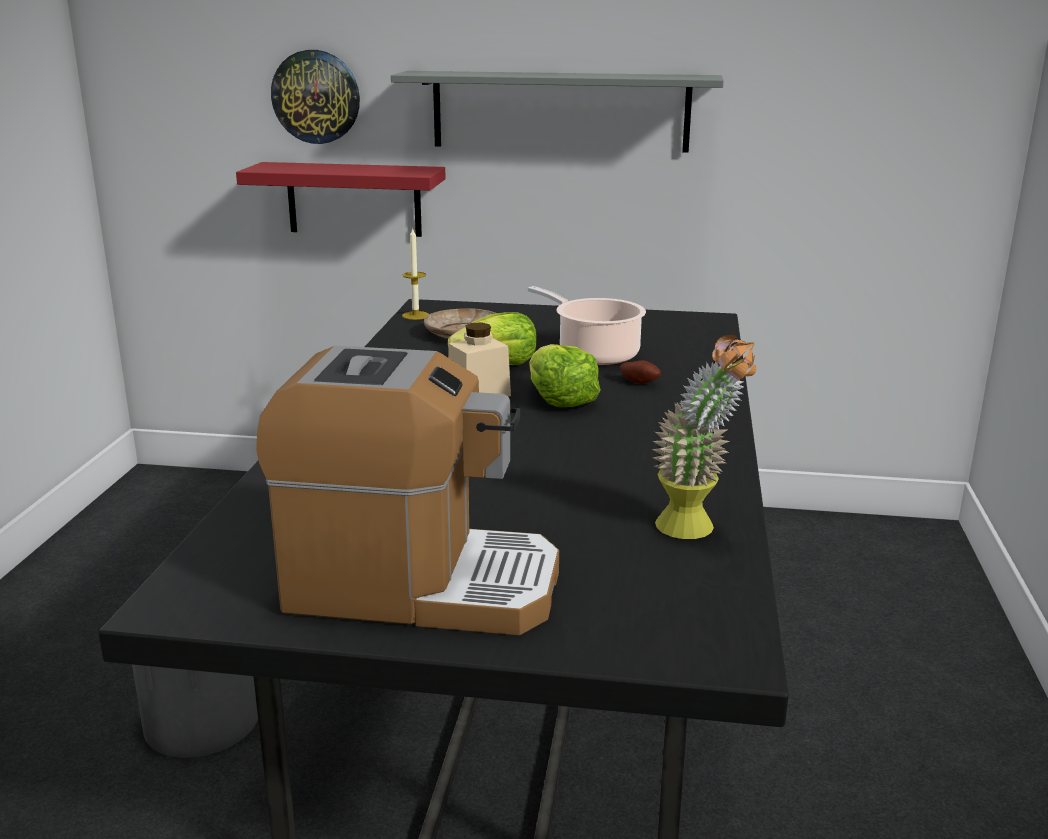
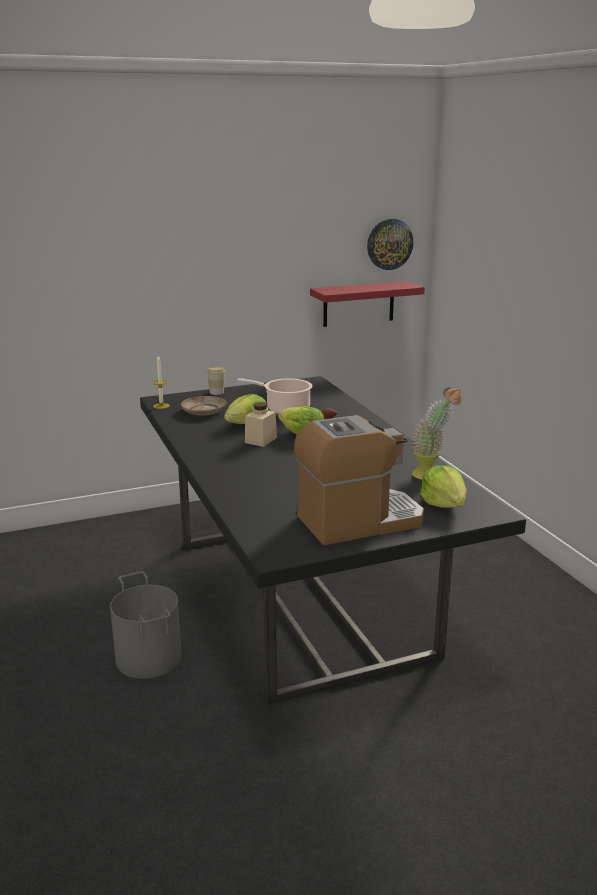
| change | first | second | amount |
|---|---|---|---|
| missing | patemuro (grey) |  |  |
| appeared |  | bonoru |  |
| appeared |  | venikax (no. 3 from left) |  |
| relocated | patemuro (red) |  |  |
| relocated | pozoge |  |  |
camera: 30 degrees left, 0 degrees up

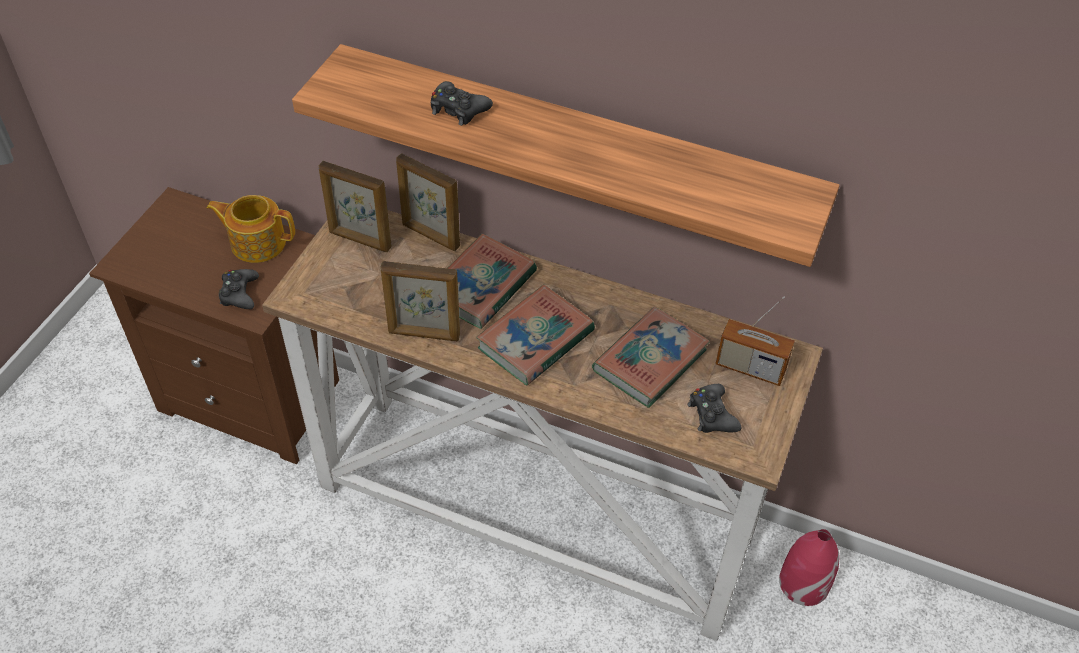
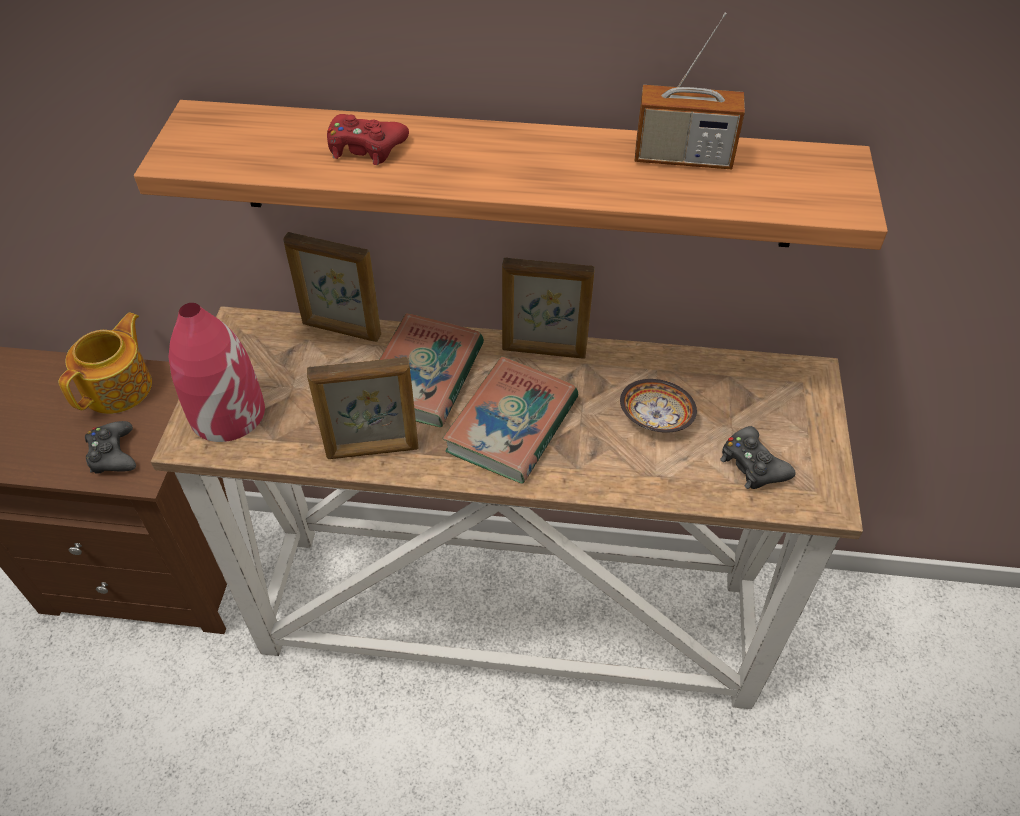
| change | first | second | amount |
|---|---|---|---|
| relocated | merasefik (no. 1 from left in the first image) | merasefik (no. 3 from left) |  |
| relocated | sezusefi |  |  |
| relocated | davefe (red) |  |  |
| exchanged | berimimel (no. 3 from left) | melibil |  |
| colour | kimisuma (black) (no. 2 from left) | kimisuma (red) |  |
| spun | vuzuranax |  | 120 degrees clockwise |
camera: 15 degrees left, 0 degrees up

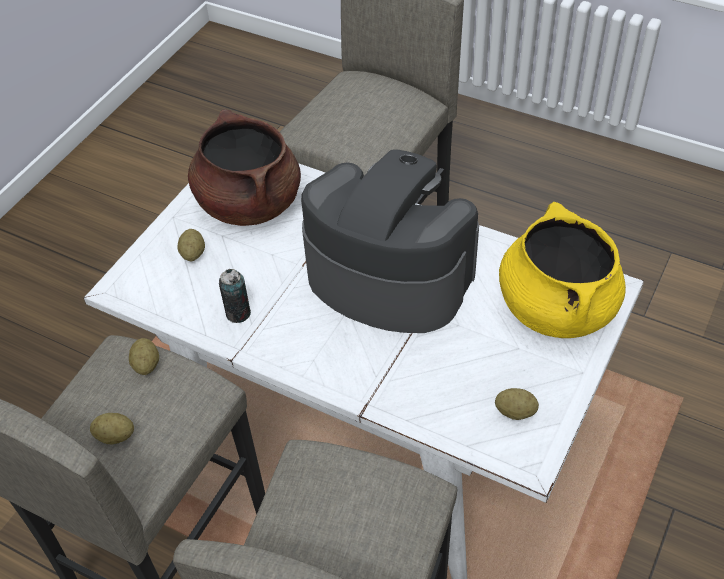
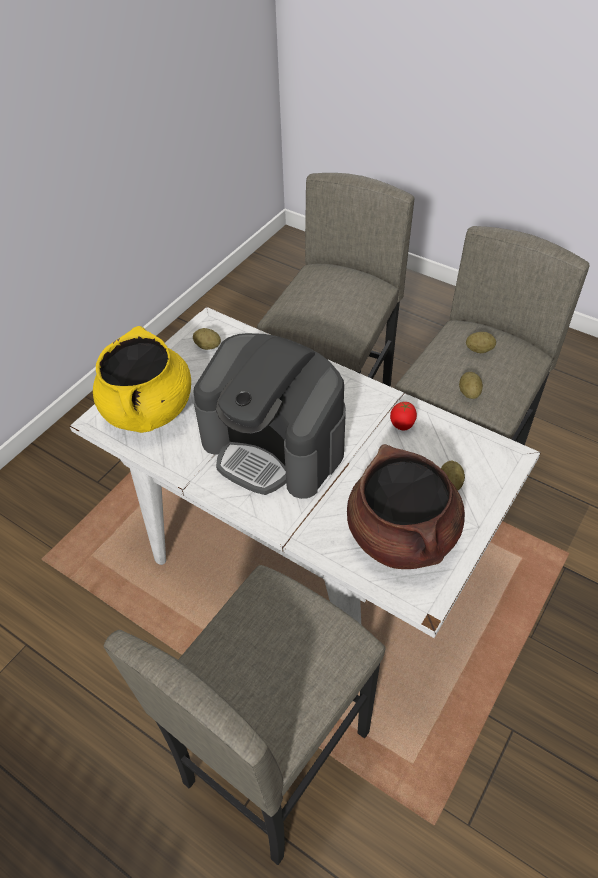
| change | first | second | amount |
|---|---|---|---|
| exchanged | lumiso | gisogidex |  |
camera: 175 degrees left, 0 degrees up

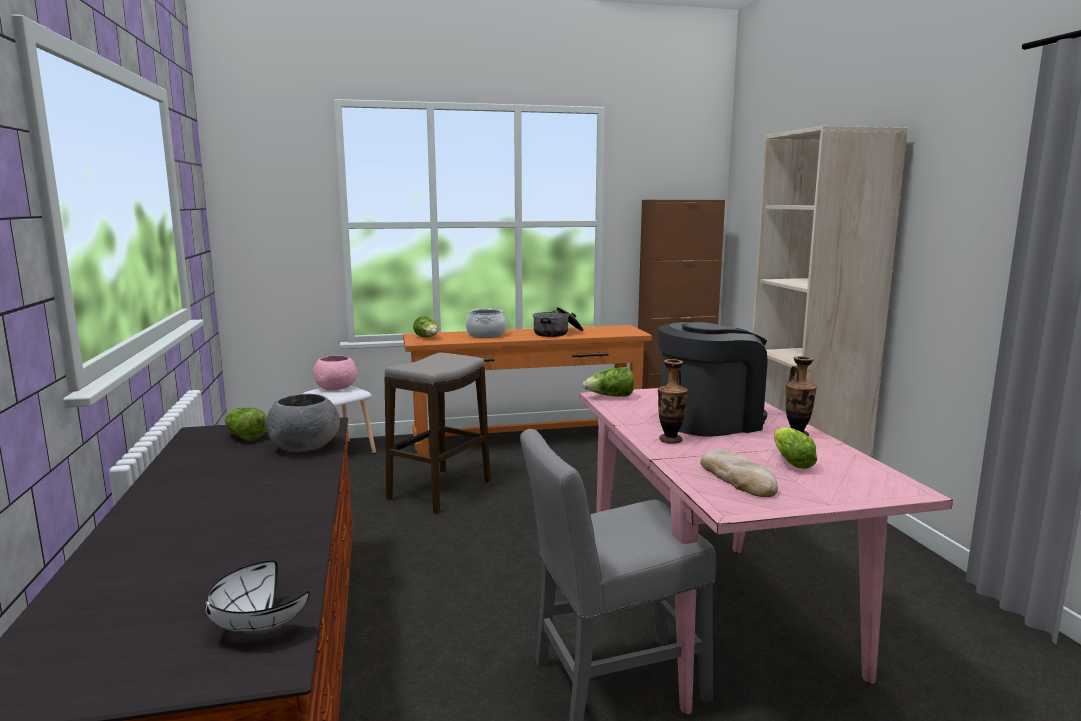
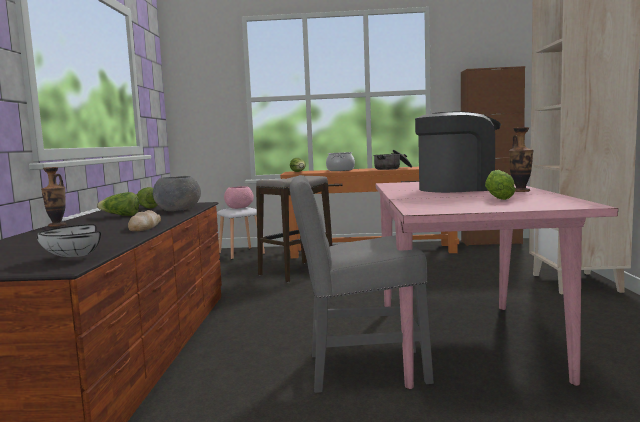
| change | first | second | amount |
|---|---|---|---|
| relocated | venikax (no. 3 from left in the first image) | venikax (no. 1 from left) |  |
| relocated | davefe (no. 1 from left) |  |  |
| relocated | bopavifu |  |  |
camera: 15 degrees right, 5 degrees down

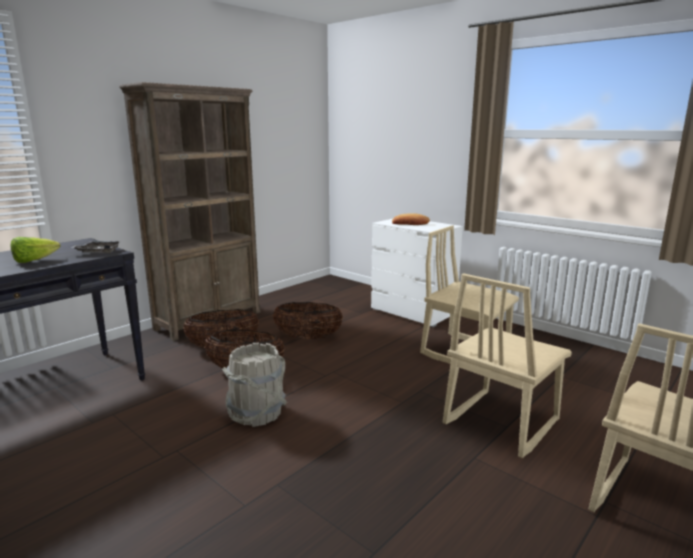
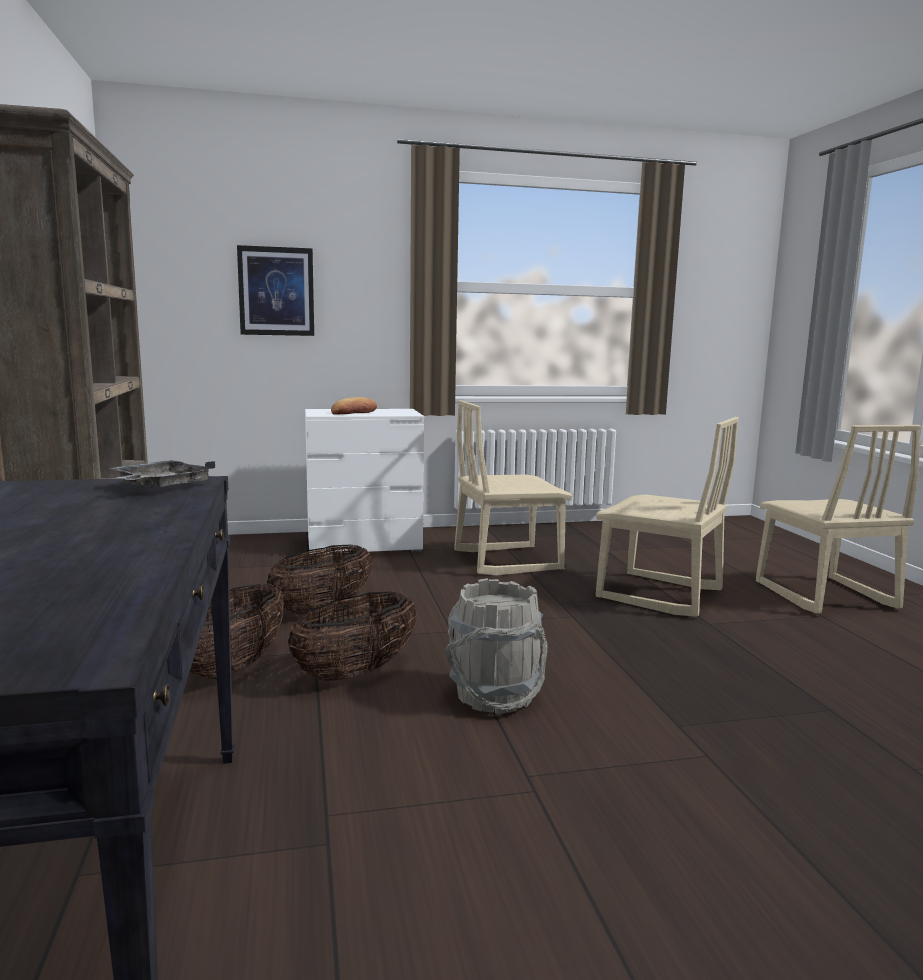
| change | first | second | amount |
|---|---|---|---|
| missing | venikax |  |  |
| appeared |  | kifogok |  |
| spun | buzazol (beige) (no. 2 from left) |  | 45 degrees counterclockwise |
camera: 55 degrees left, 5 degrees down

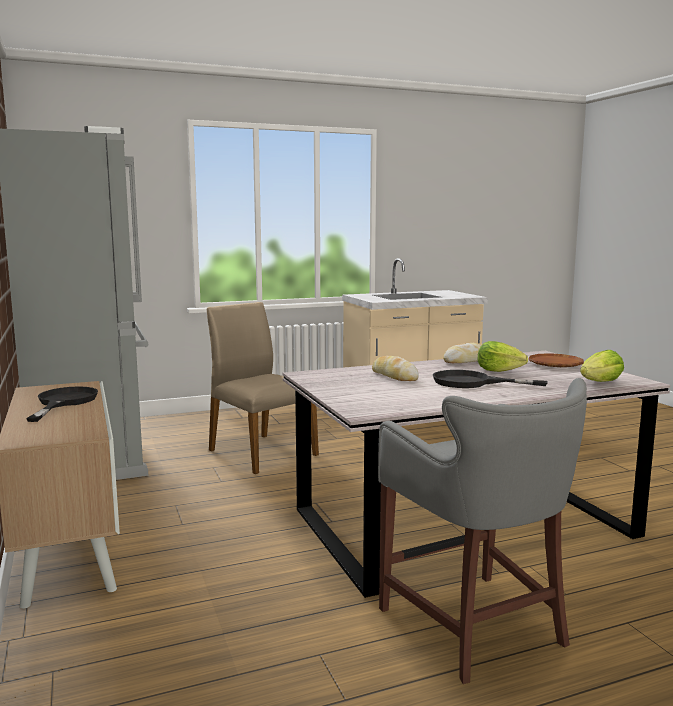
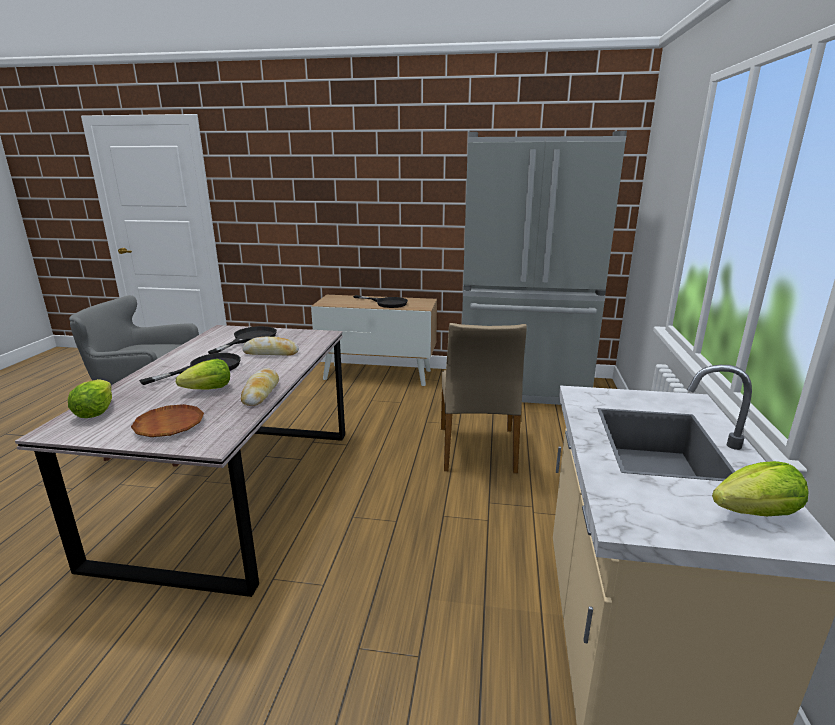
| change | first | second | amount |
|---|---|---|---|
| appeared |  | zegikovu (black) (no. 2 from left) |  |
| appeared |  | venikax (no. 3 from left) |  |
| spun | buzazol (beige) |  | 105 degrees clockwise |
camera: 120 degrees right, 10 degrees up

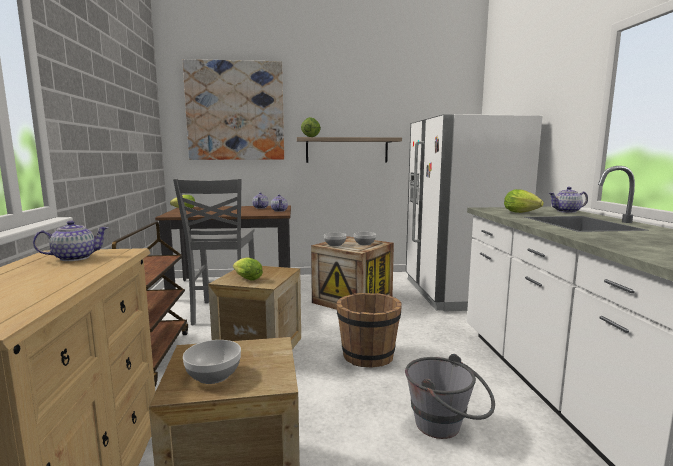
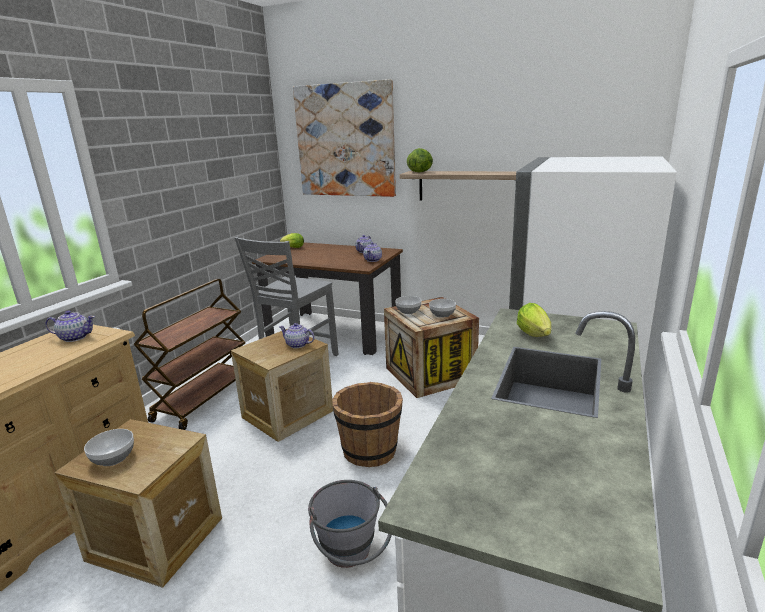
| change | first | second | amount |
|---|---|---|---|
| missing | venikax (no. 2 from left) |  |  |
| relocated | vuzuranax (no. 4 from left in the first image) | vuzuranax (no. 2 from left) |  |
camera: 30 degrees right, 10 degrees up

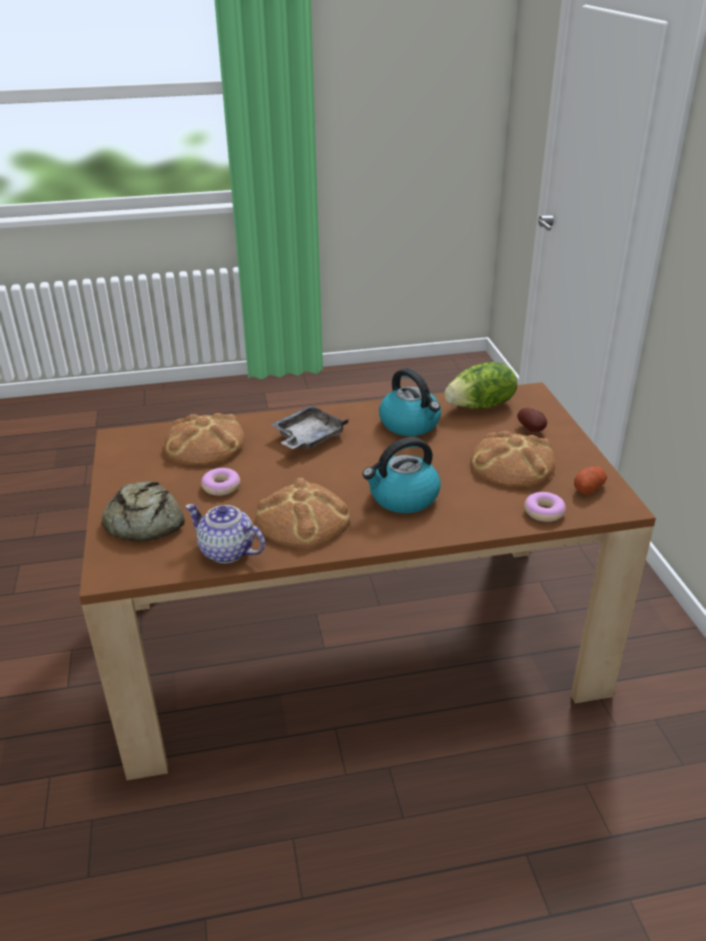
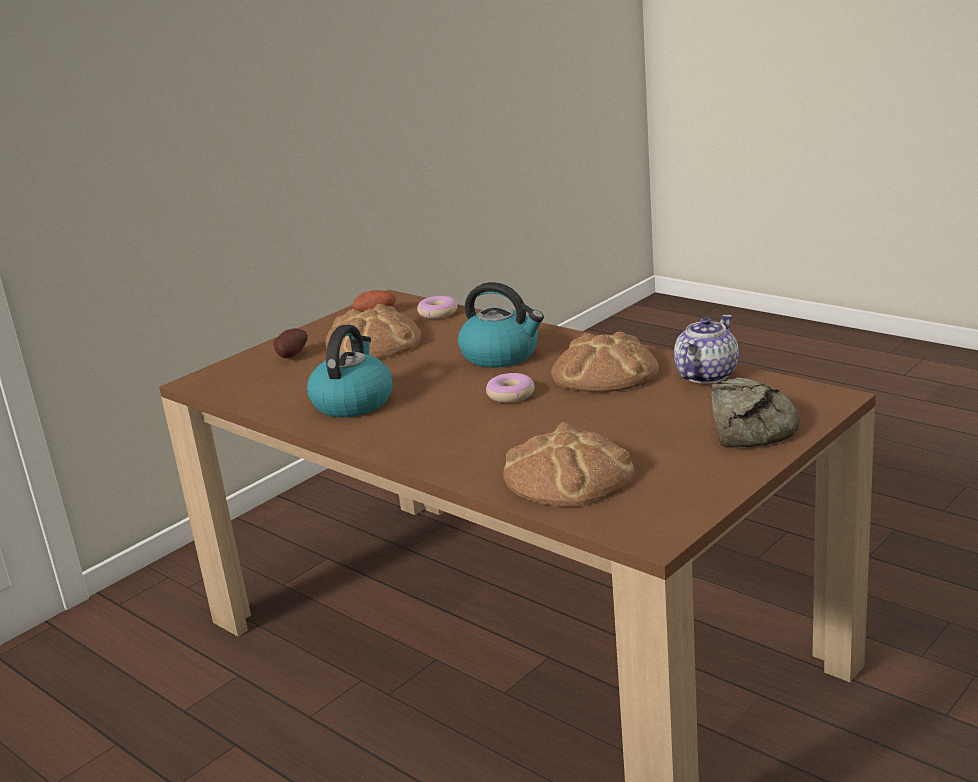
| change | first | second | amount |
|---|---|---|---|
| missing | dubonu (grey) |  |  |
| missing | venikax |  |  |
| relocated | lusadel (no. 1 from left in the first image) | lusadel (no. 2 from left) |  |
| spun | vuzuranax |  | 135 degrees counterclockwise |
camera: 125 degrees left, 10 degrees down

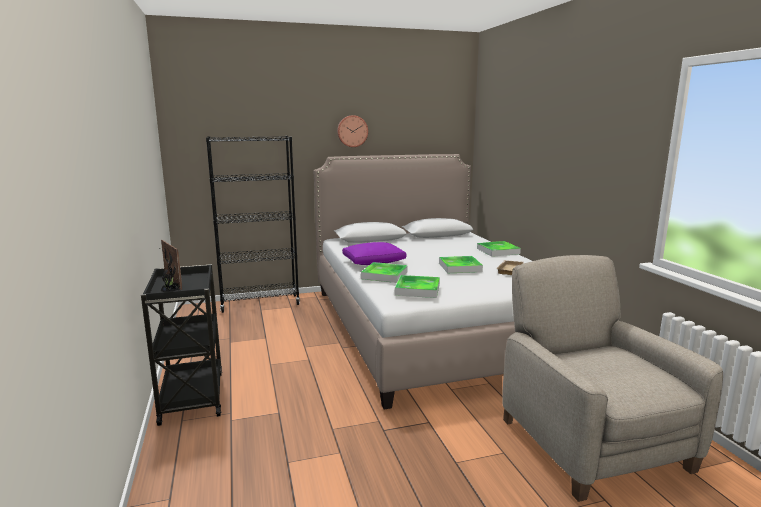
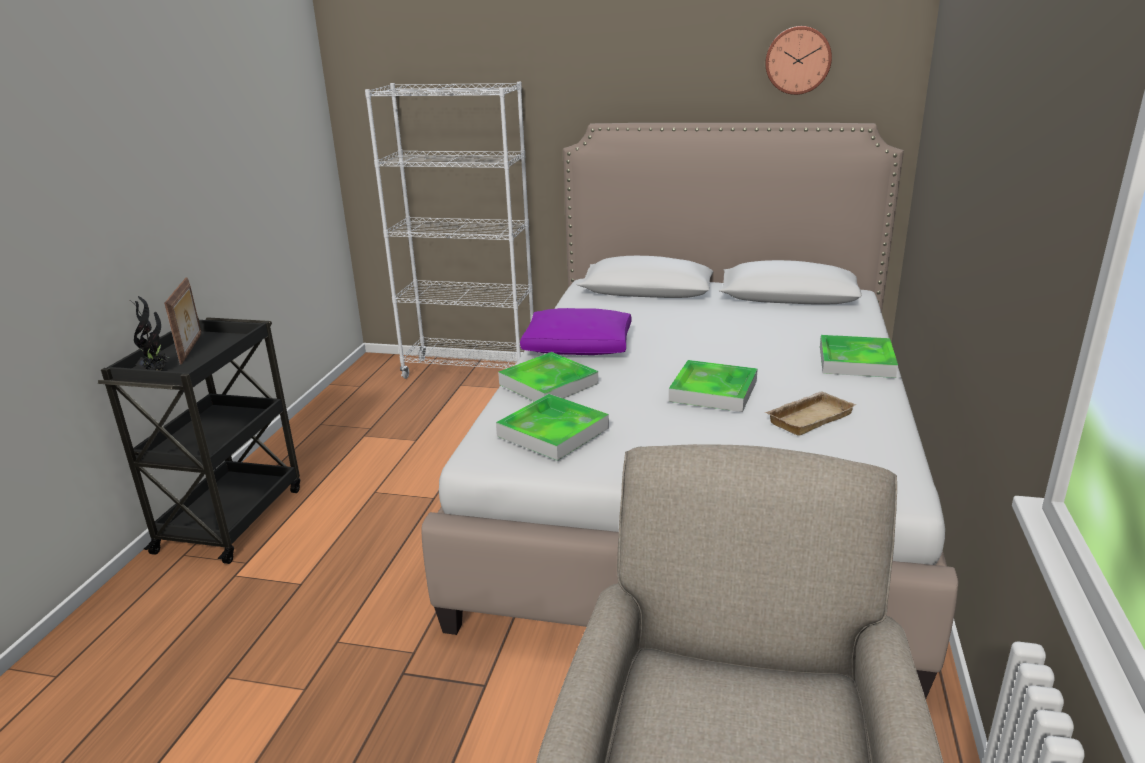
| change | first | second | amount |
|---|---|---|---|
| relocated | pozoge |  |  |
| colour | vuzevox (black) | vuzevox (white) |  |
camera: 30 degrees right, 10 degrees up

